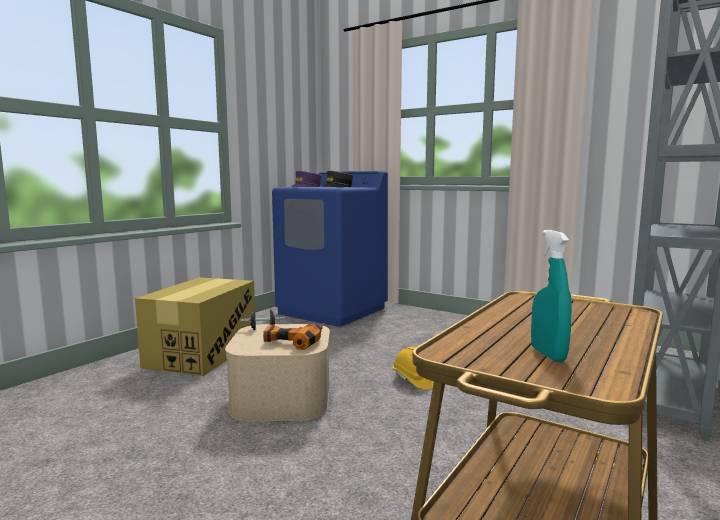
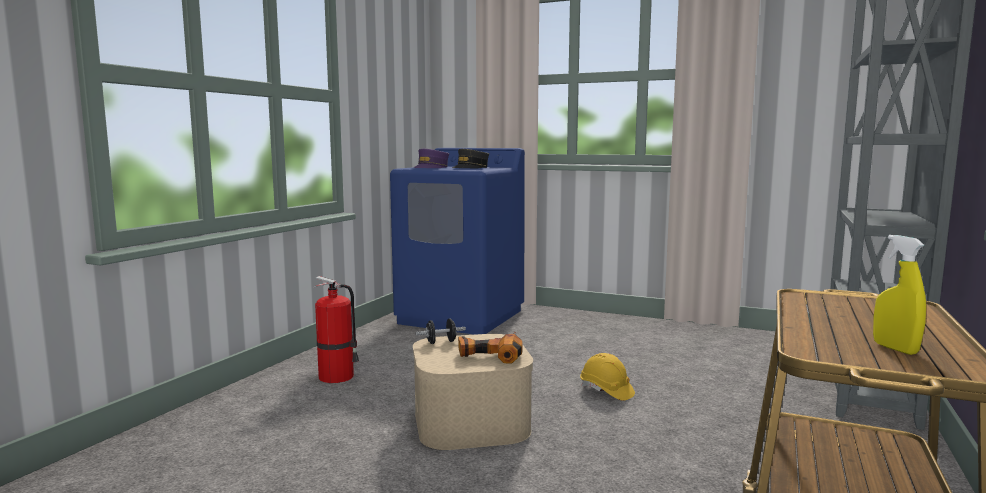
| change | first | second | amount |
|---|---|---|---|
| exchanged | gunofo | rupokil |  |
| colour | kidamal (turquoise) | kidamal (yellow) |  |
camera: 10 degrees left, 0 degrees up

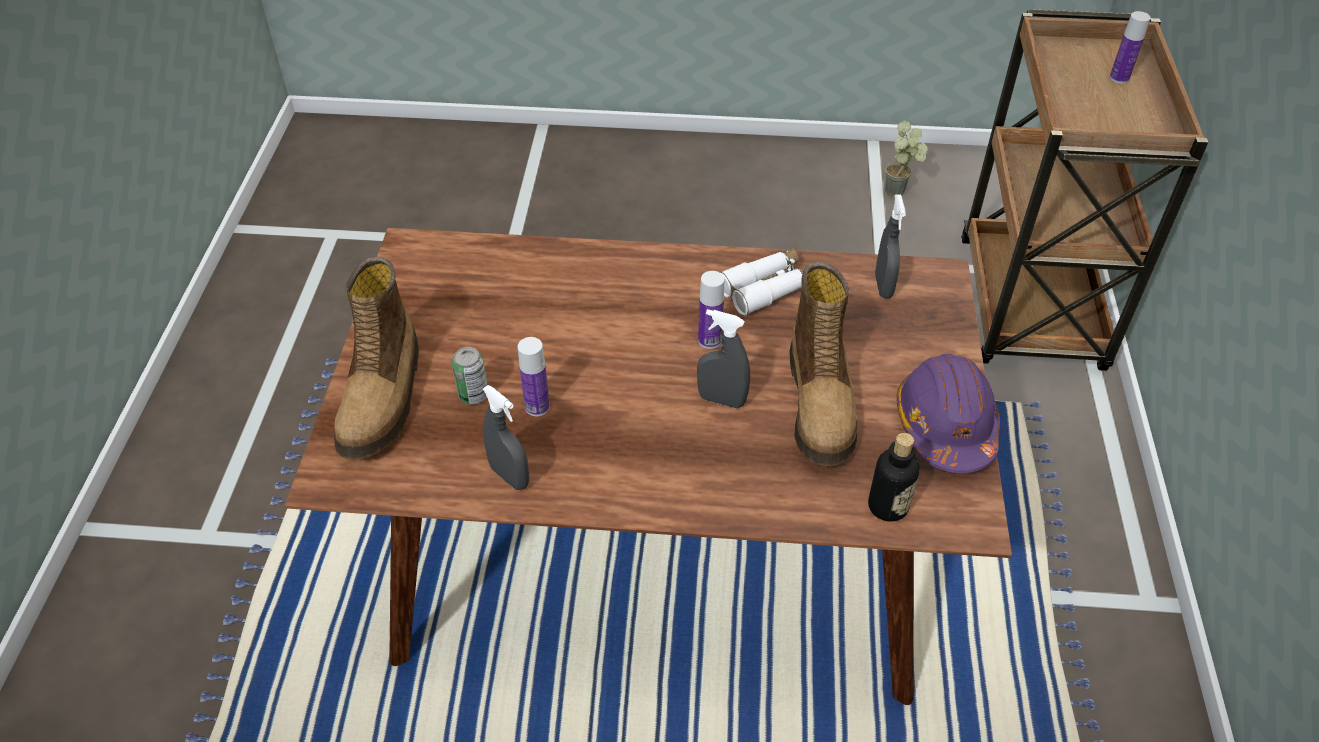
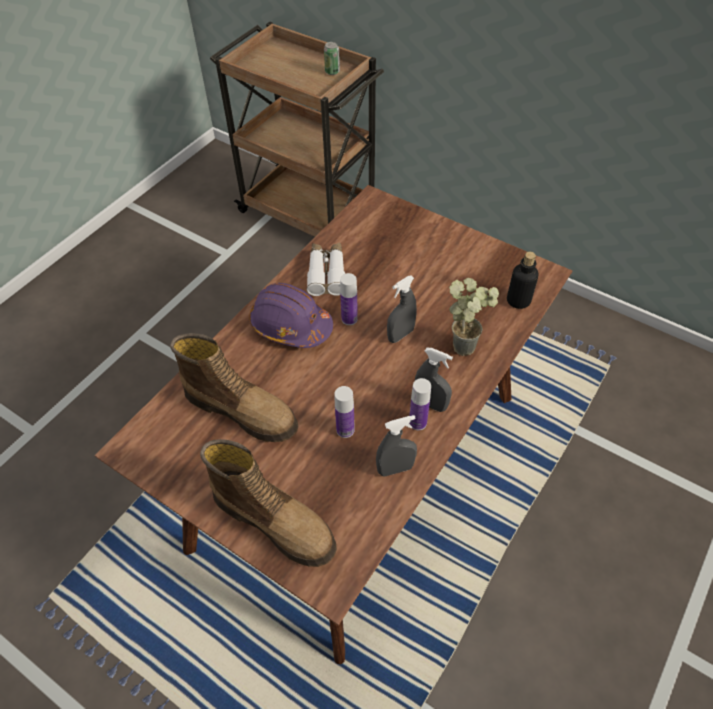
| change | first | second | amount |
|---|---|---|---|
| relocated | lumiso |  |  |
| relocated | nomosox (no. 2 from left in the first image) | nomosox (no. 1 from left) |  |
| relocated | kidamal (grey) (no. 3 from left) |  |  |
| relocated | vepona |  |  |
| relocated | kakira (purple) |  |  |
| relocated | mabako (no. 4 from left in the first image) | mabako (no. 3 from left) |  |
camera: 60 degrees left, 5 degrees up

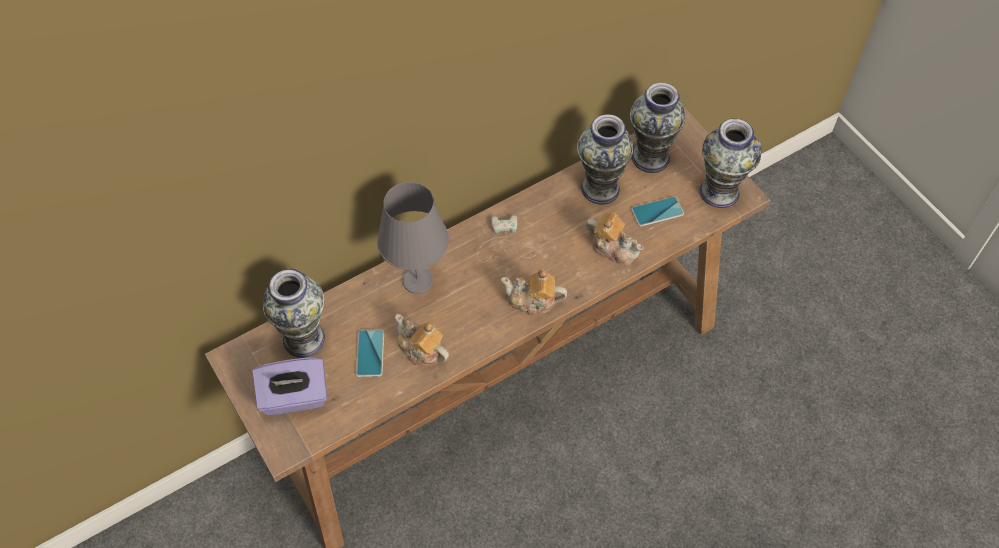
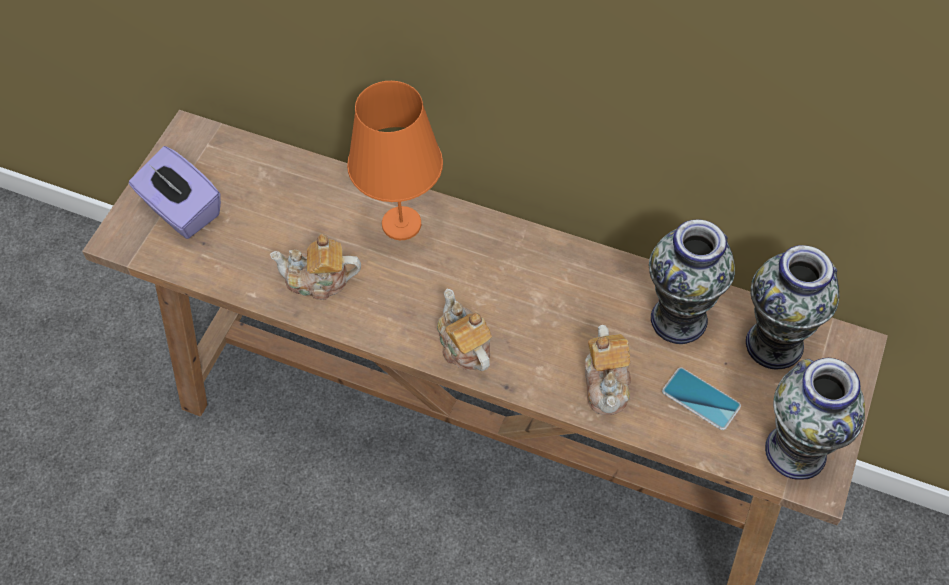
| change | first | second | amount |
|---|---|---|---|
| missing | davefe (no. 1 from left) |  |  |
| missing | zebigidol (no. 1 from left) |  |  |
| missing | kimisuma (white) |  |  |
| colour | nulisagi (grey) | nulisagi (orange) |  |
| spun | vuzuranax (no. 1 from left) |  | 90 degrees counterclockwise |
camera: 55 degrees right, 0 degrees up

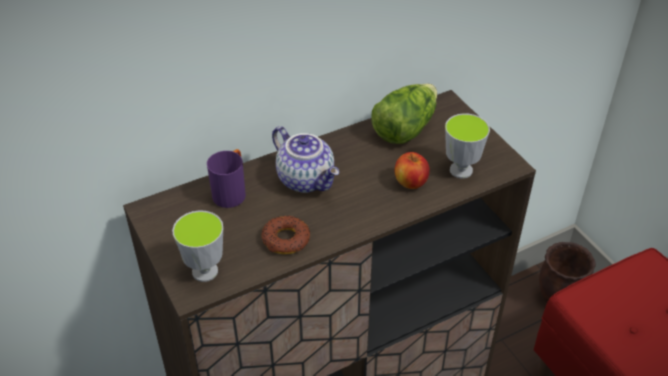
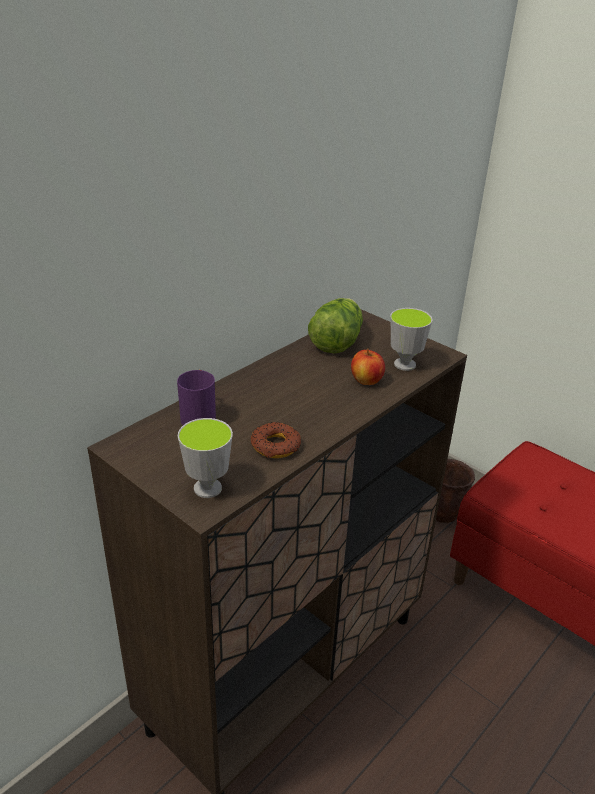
| change | first | second | amount |
|---|---|---|---|
| missing | vuzuranax |  |  |
camera: 20 degrees left, 10 degrees down

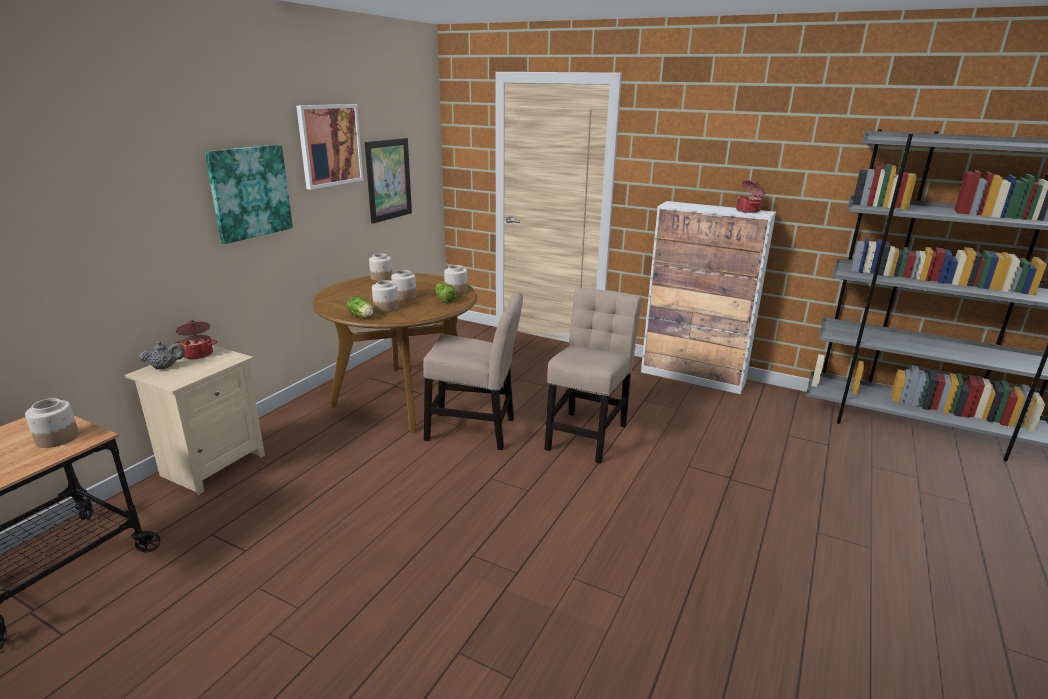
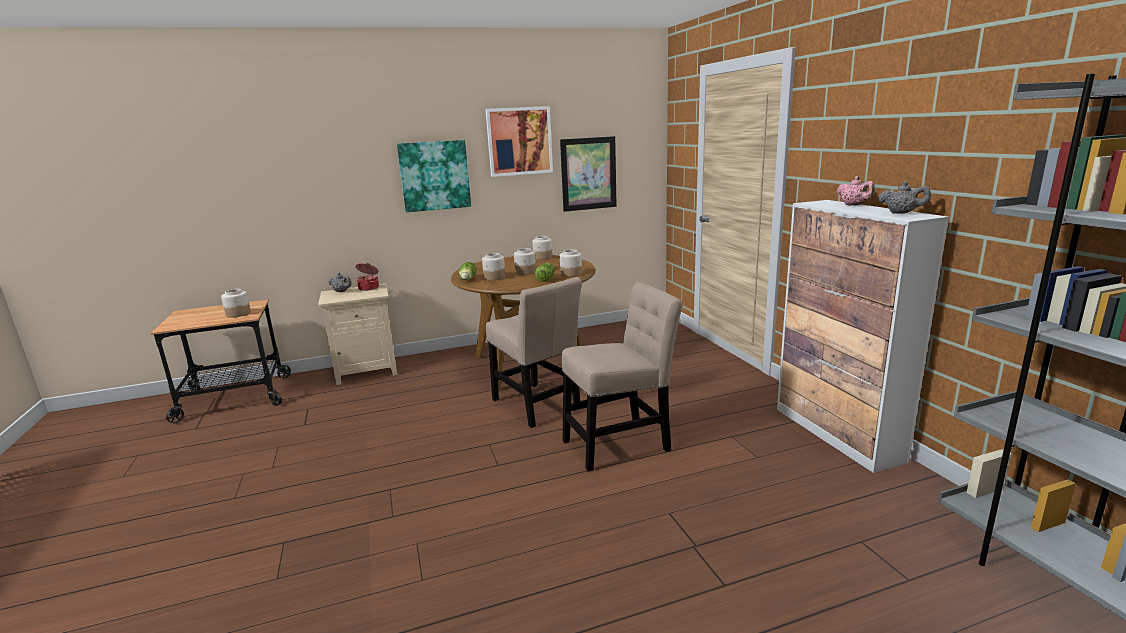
| change | first | second | amount |
|---|---|---|---|
| appeared |  | vuzuranax (pink) |  |
| exchanged | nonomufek (no. 2 from left) | vuzuranax (grey) (no. 2 from left) |  |
camera: 45 degrees right, 5 degrees down

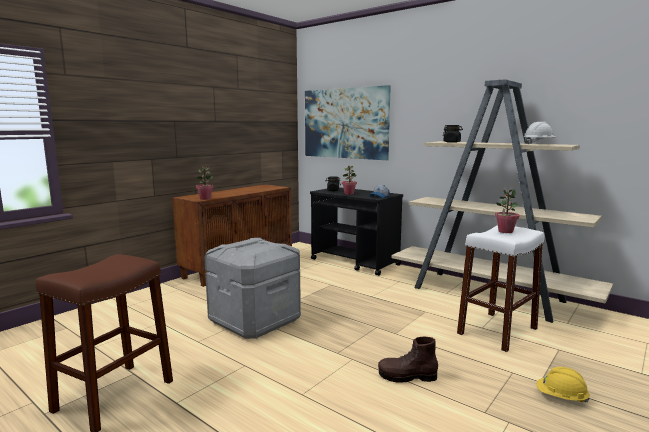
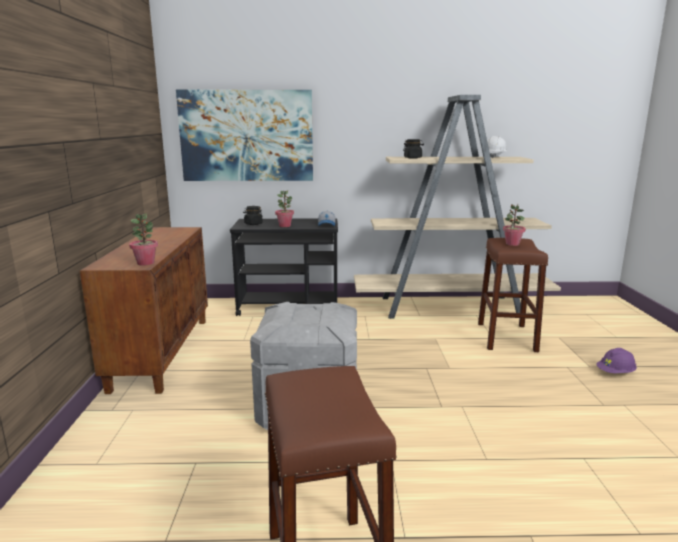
| change | first | second | amount |
|---|---|---|---|
| missing | nomosox (brown) |  |  |
| colour | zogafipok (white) | zogafipok (brown) (no. 2 from left) |  |
| colour | kakira (yellow) | kakira (purple) |  |
camera: 40 degrees left, 5 degrees up

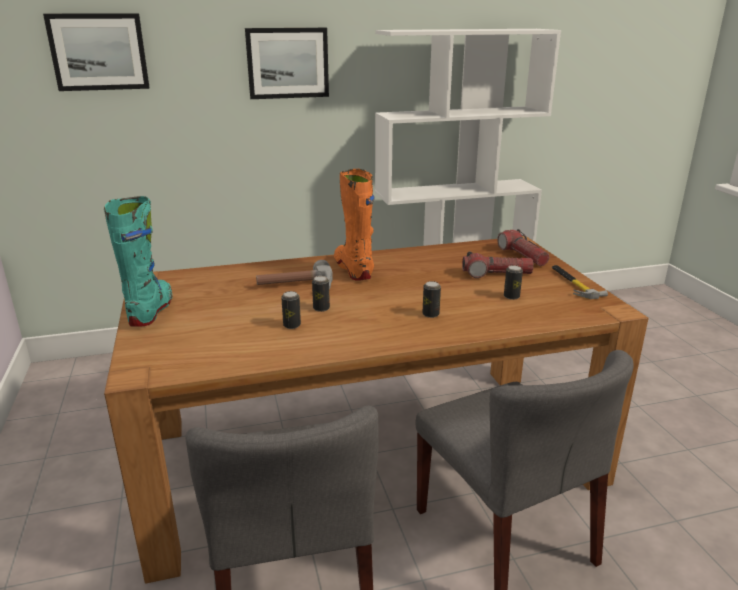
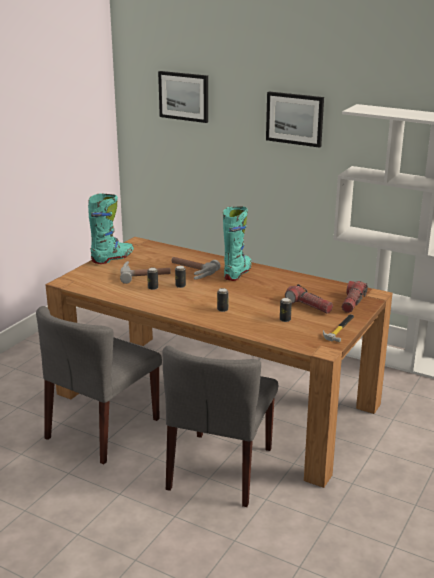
| change | first | second | amount |
|---|---|---|---|
| appeared |  | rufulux (no. 1 from left) |  |
| colour | nomosox (orange) | nomosox (turquoise) (no. 2 from left) |  |
camera: 45 degrees right, 0 degrees up

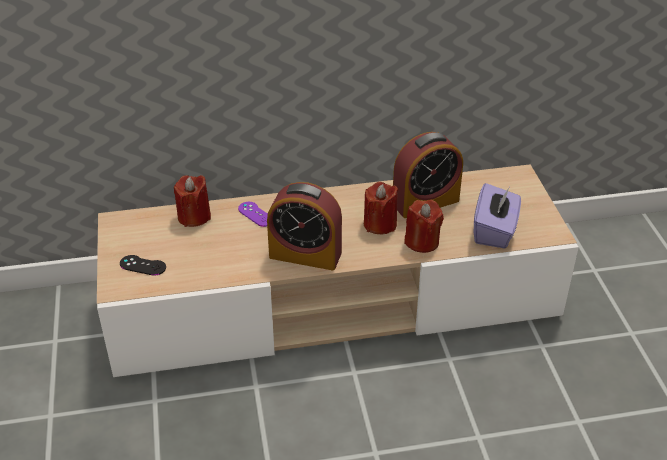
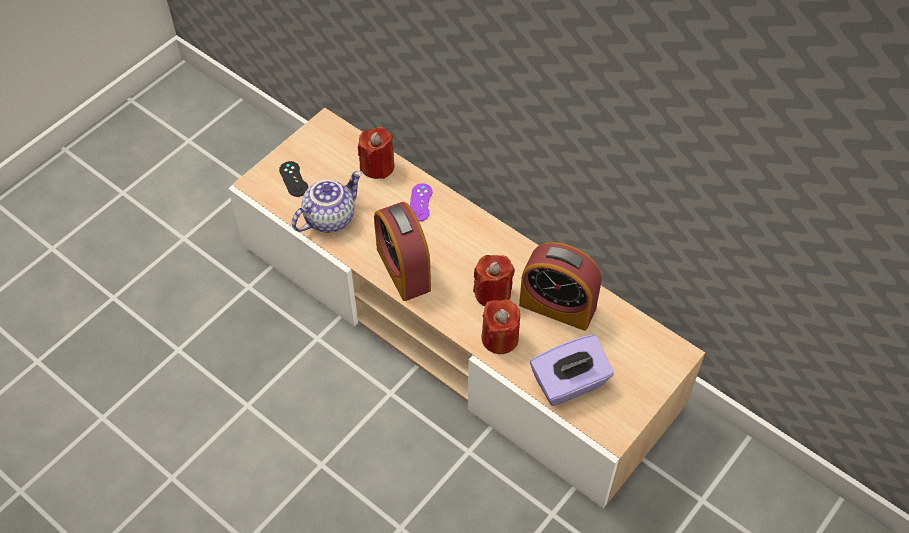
| change | first | second | amount |
|---|---|---|---|
| appeared |  | vuzuranax |  |
camera: 50 degrees right, 15 degrees up

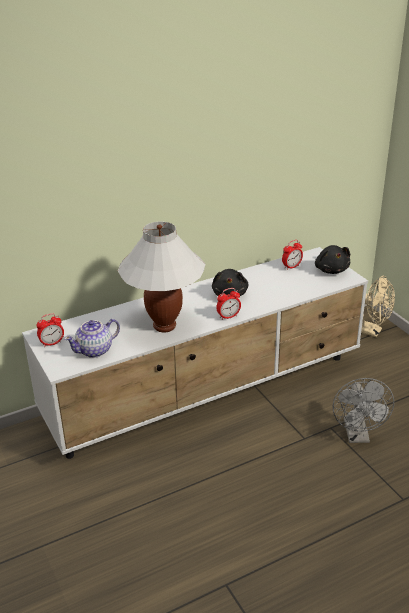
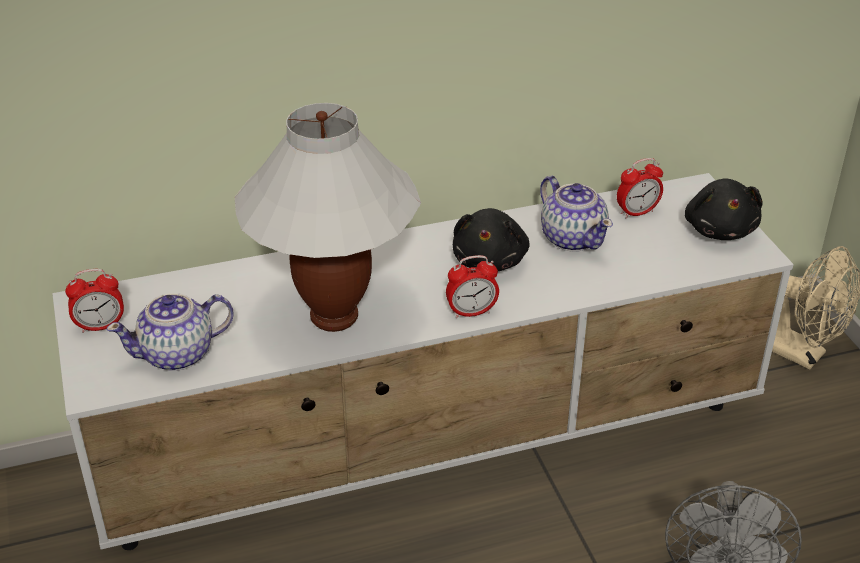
| change | first | second | amount |
|---|---|---|---|
| appeared |  | vuzuranax (no. 2 from left) |  |
camera: 10 degrees right, 5 degrees up

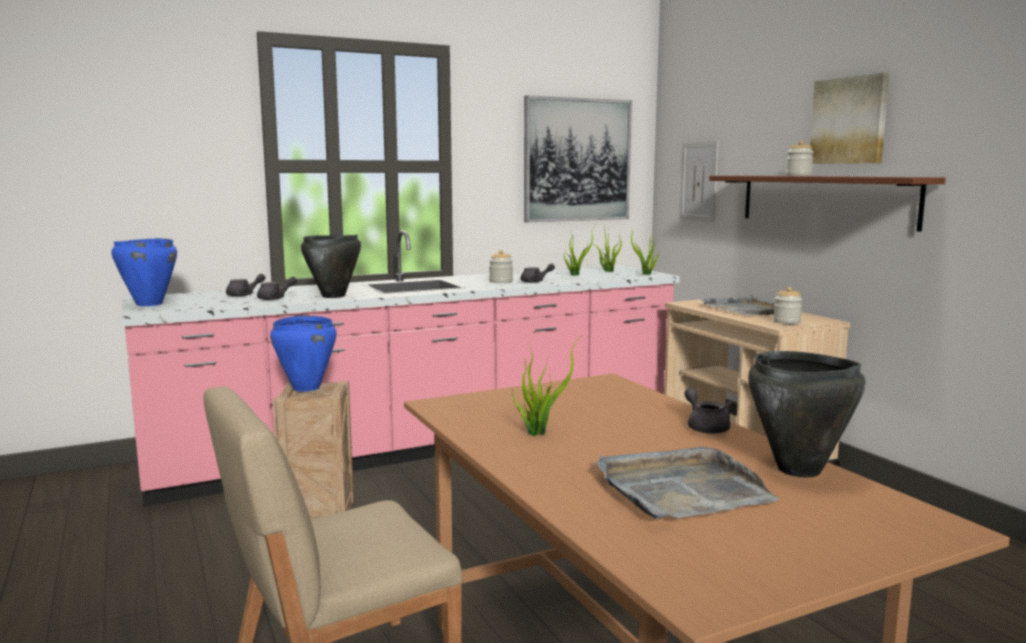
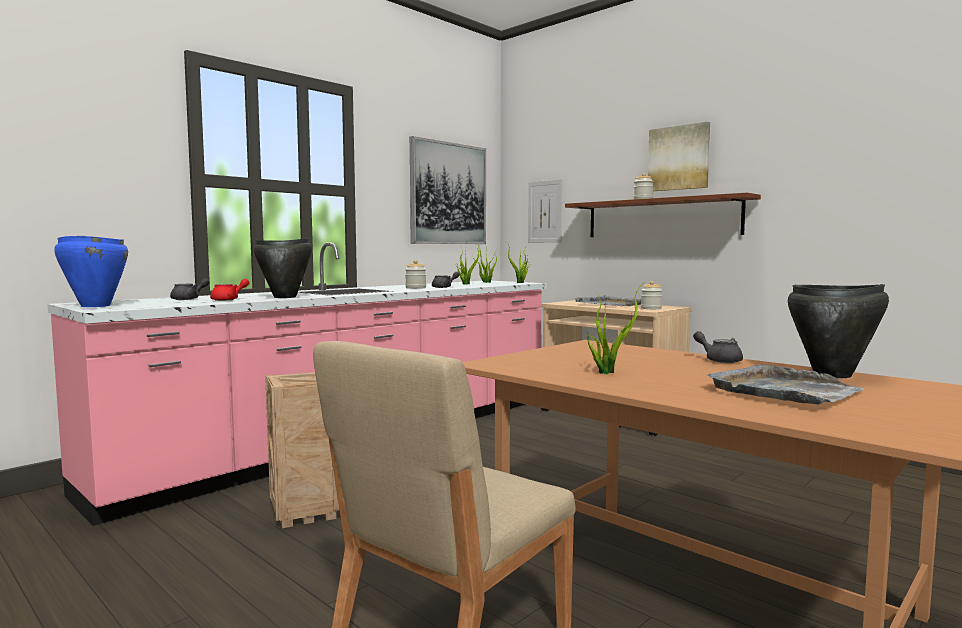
| change | first | second | amount |
|---|---|---|---|
| missing | nonomufek (blue) (no. 2 from left) |  |  |
| colour | vuzuranax (grey) (no. 2 from left) | vuzuranax (red) |  |
camera: 20 degrees left, 5 degrees down

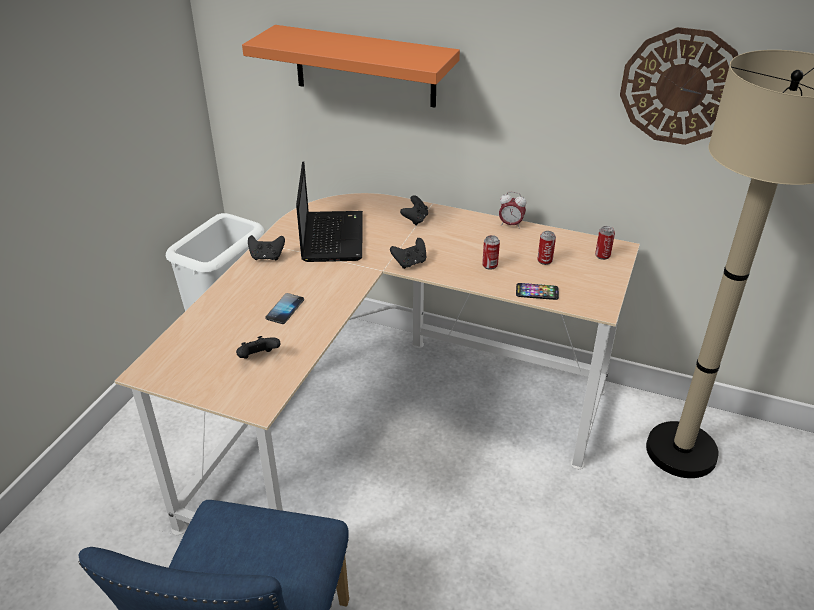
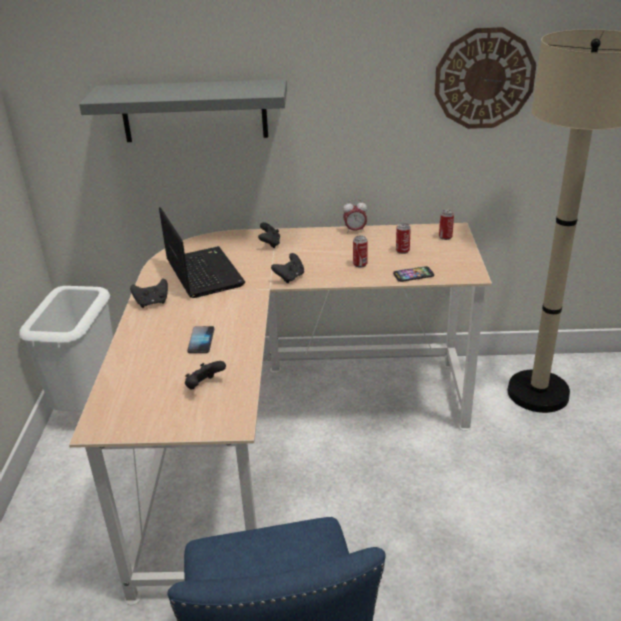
| change | first | second | amount |
|---|---|---|---|
| colour | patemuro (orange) | patemuro (grey) |  |
camera: 20 degrees left, 5 degrees down

